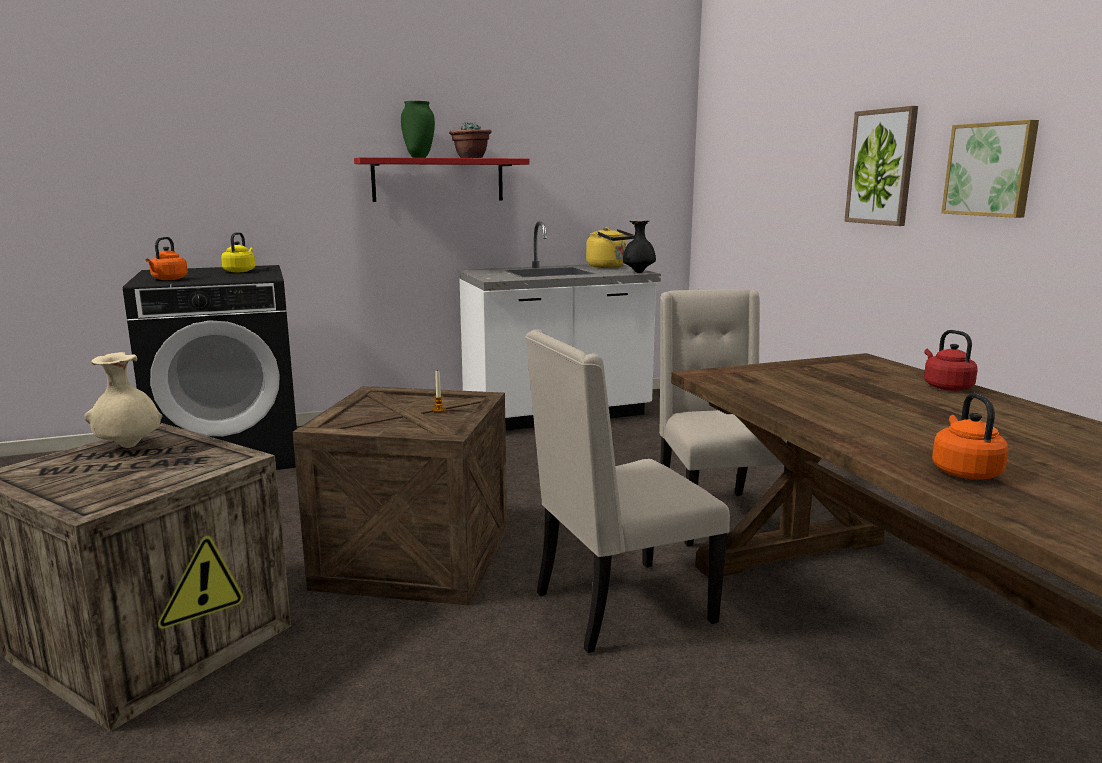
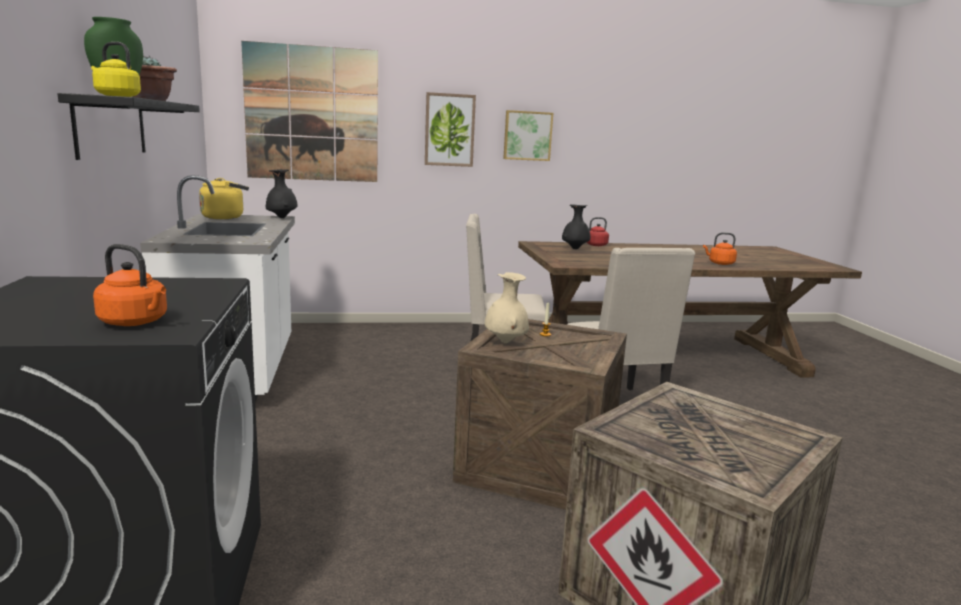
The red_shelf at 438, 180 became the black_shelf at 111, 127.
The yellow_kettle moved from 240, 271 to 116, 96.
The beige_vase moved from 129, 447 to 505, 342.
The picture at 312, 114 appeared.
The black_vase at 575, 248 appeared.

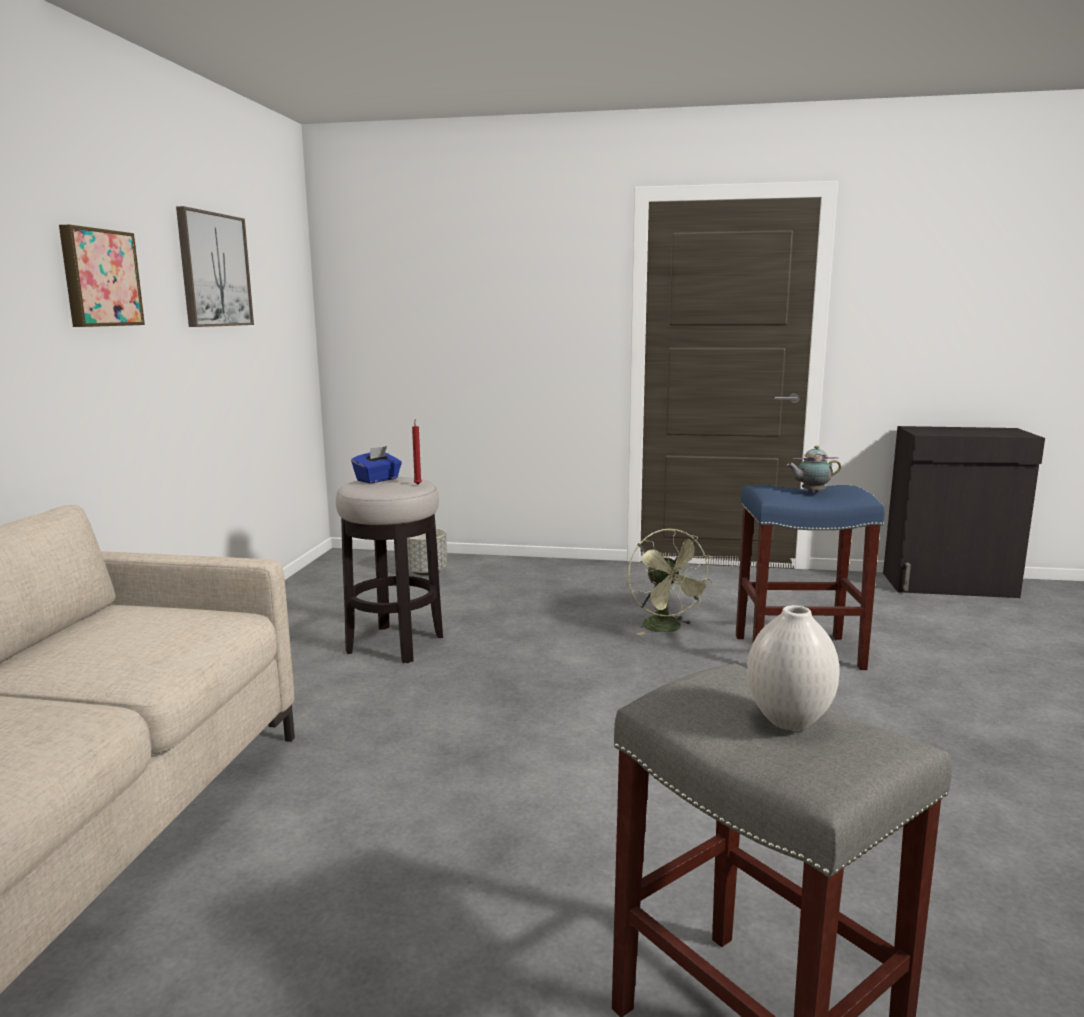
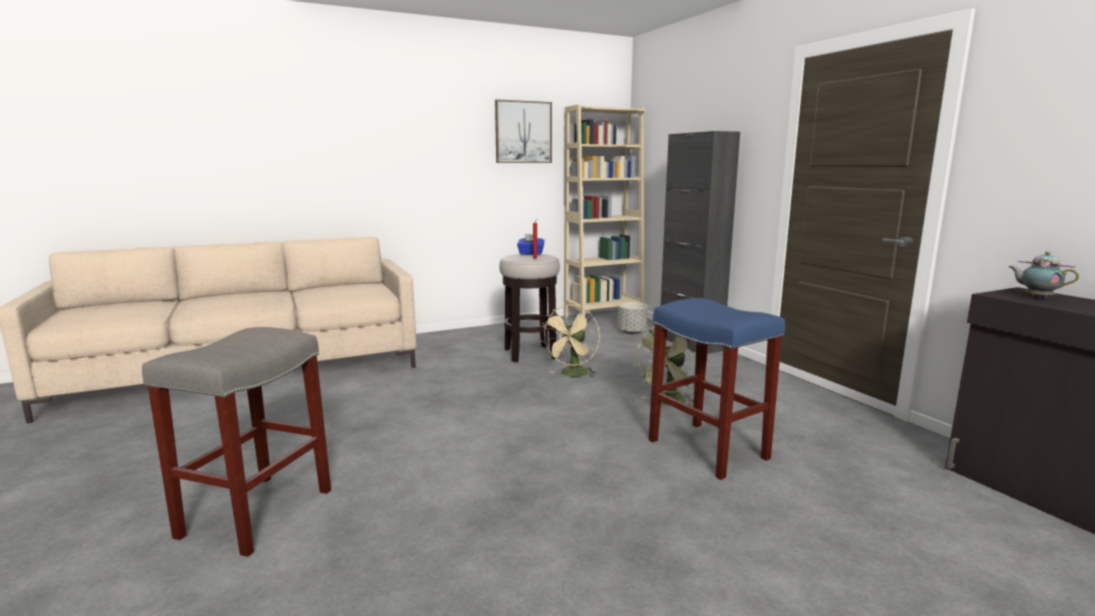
The picture at 99, 278 disappeared.
The teapot moved from 811, 492 to 1036, 297.
The white_vase at 789, 722 disappeared.
The beige_bookcase at 603, 317 appeared.
The black_cabinet at 690, 343 appeared.
The beige_fan at 572, 375 appeared.

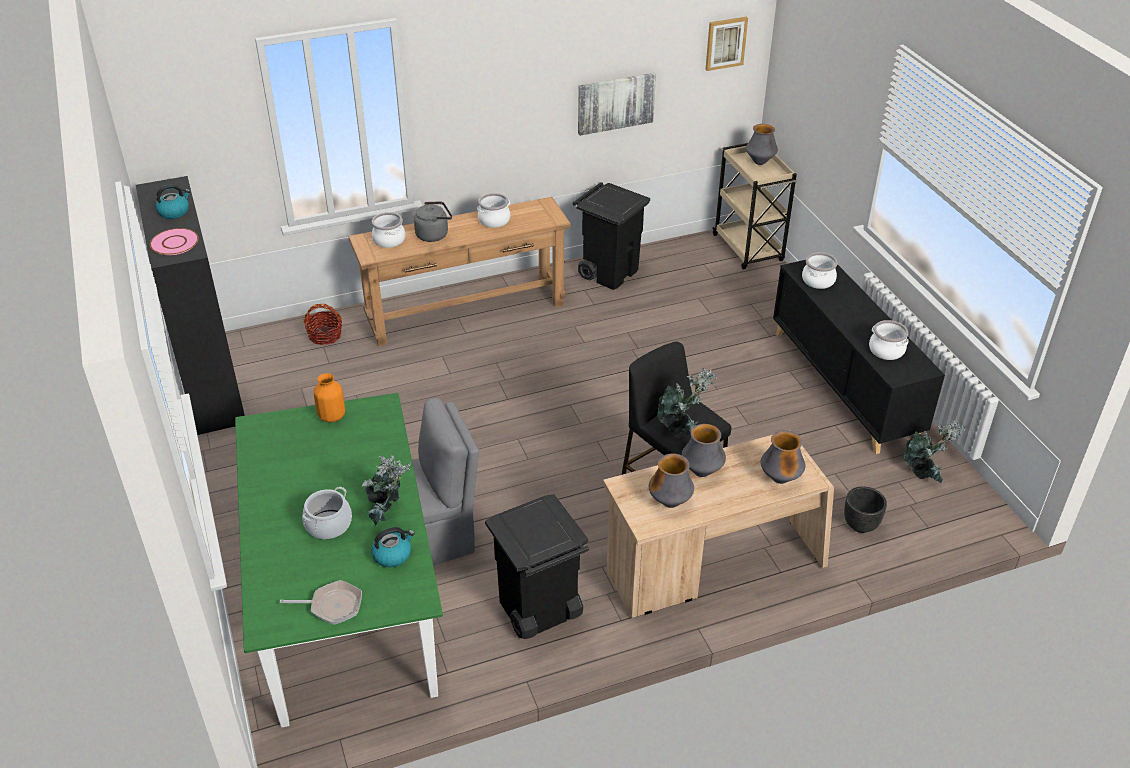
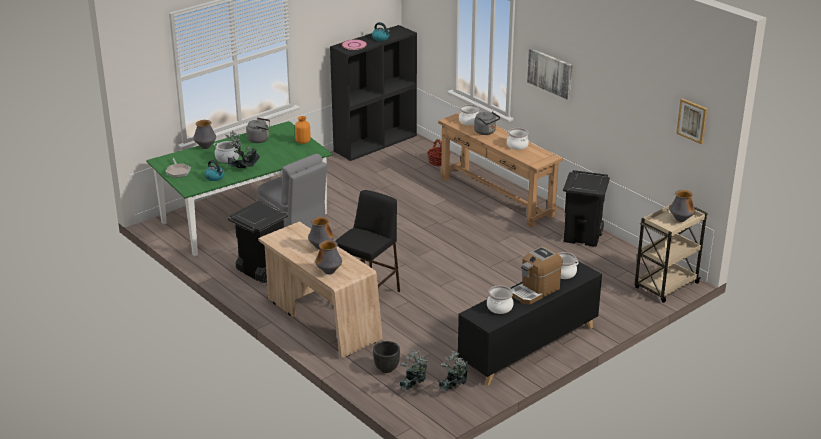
The picture moved from 615, 103 to 550, 73.
The potted_plant moved from 682, 431 to 414, 388.
The vase moved from 670, 502 to 205, 147.
The grey_kettle at 259, 139 appeared.
The coffee_machine at 535, 291 appeared.

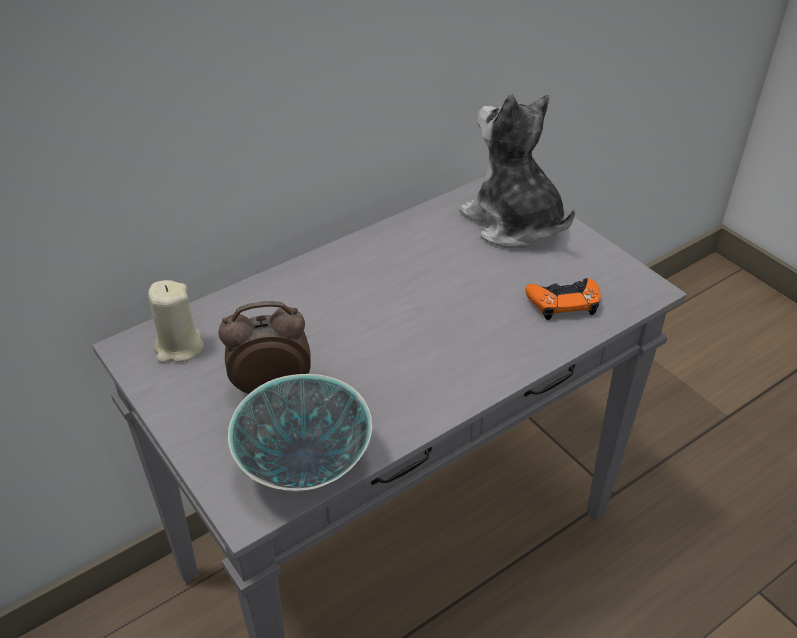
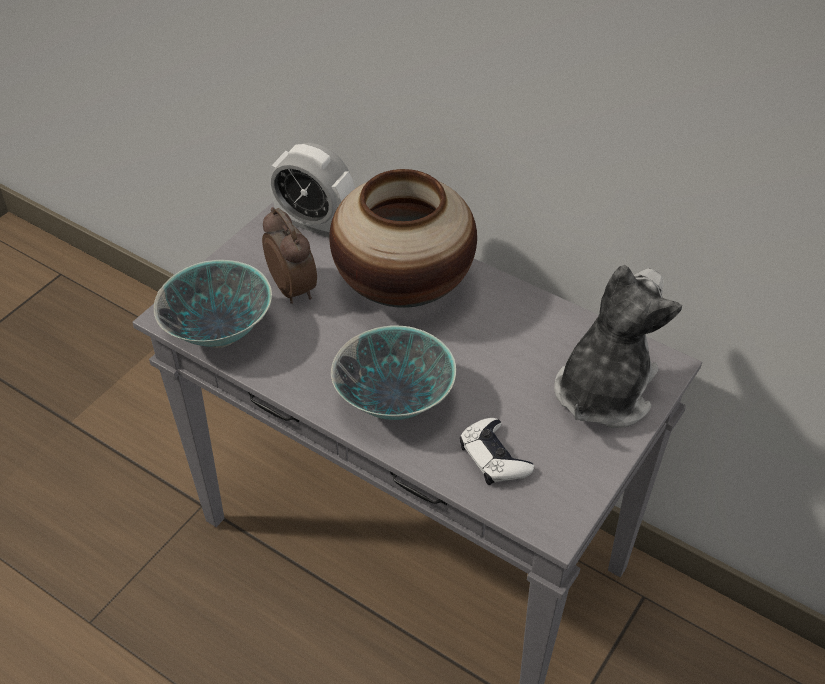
The orange_game_controller at 563, 302 became the white_game_controller at 494, 457.
The beige_candle at 179, 347 was replaced by the alarm_clock at 315, 223.
The vase at 403, 287 appeared.
The bowl at 395, 403 appeared.

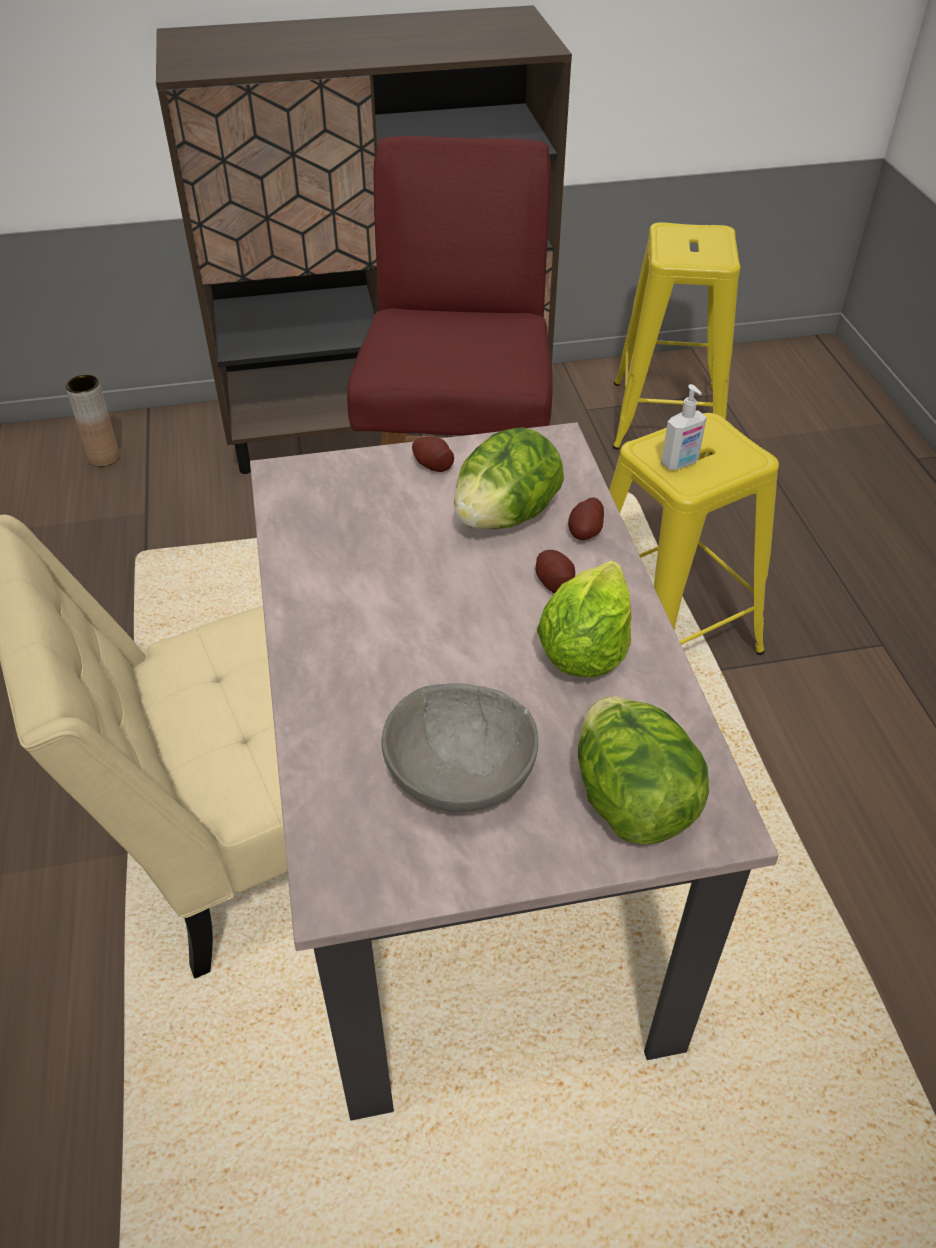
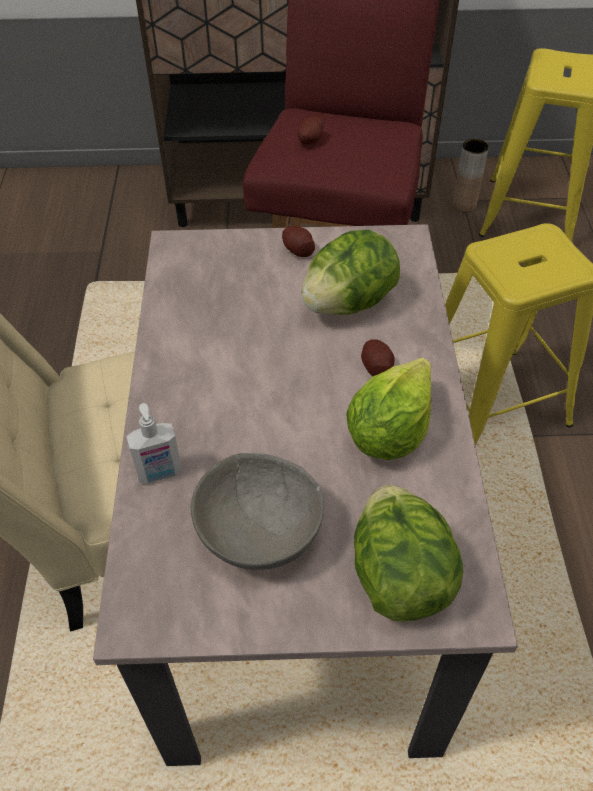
The brown_vase moved from 104, 457 to 464, 205.
The soap_dispenser moved from 680, 463 to 160, 473.
The potato moved from 585, 532 to 310, 141.

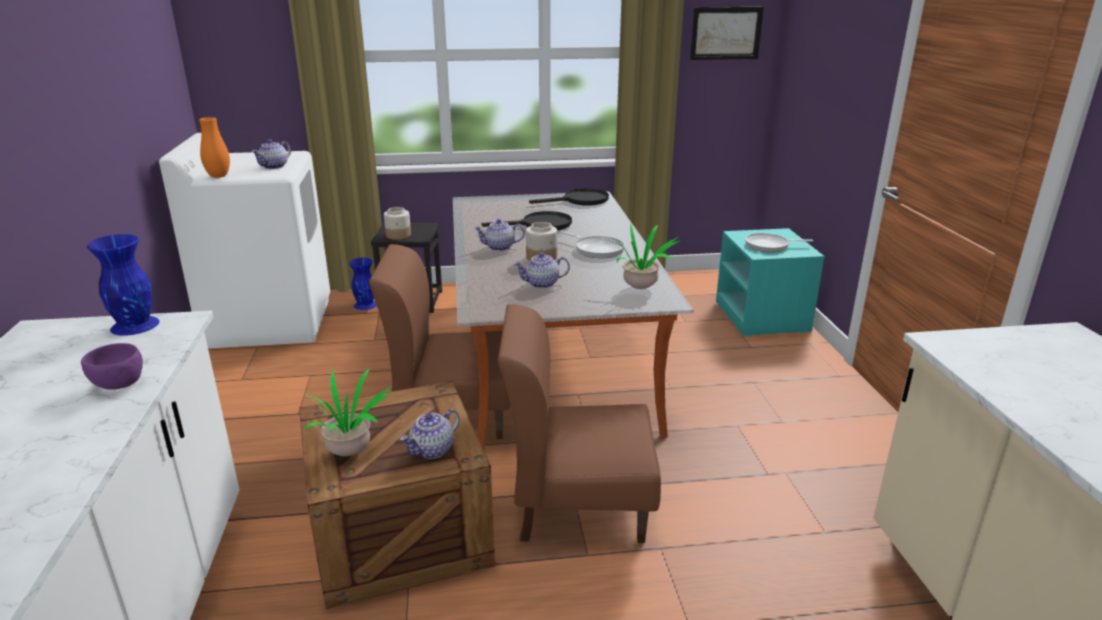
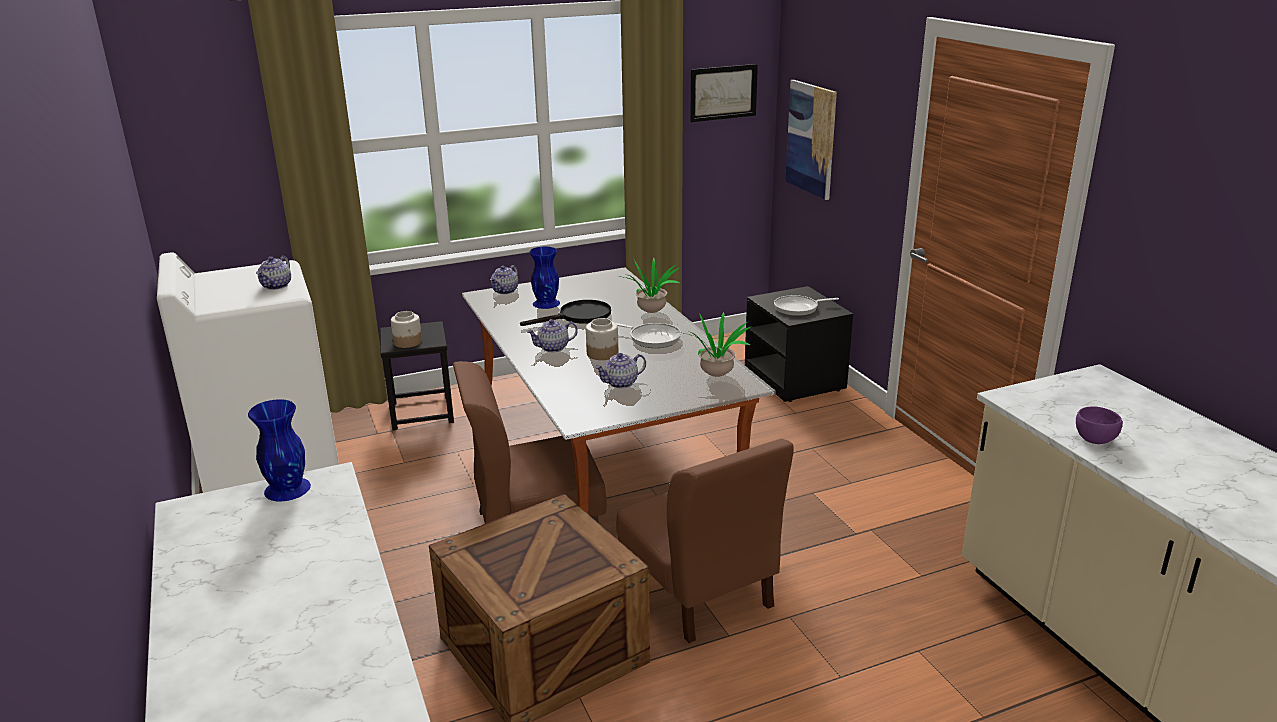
The orange_vase at 218, 176 disappeared.
The black_frying_pan at 580, 201 disappeared.
The turquoise_nightstand at 763, 317 became the black_nightstand at 796, 379.
The blue_vase moved from 365, 304 to 546, 303.
The brown_chair at 578, 504 turned 105 degrees counterclockwise.
The purple_bowl moved from 118, 384 to 1096, 440.
The potted_plant moved from 350, 450 to 651, 311.
The teapot moved from 432, 450 to 505, 291.
The picture at 811, 138 appeared.

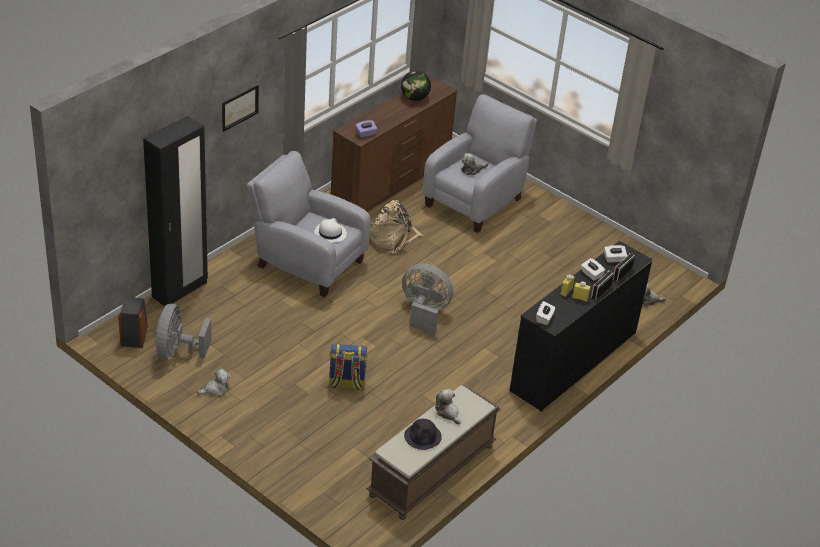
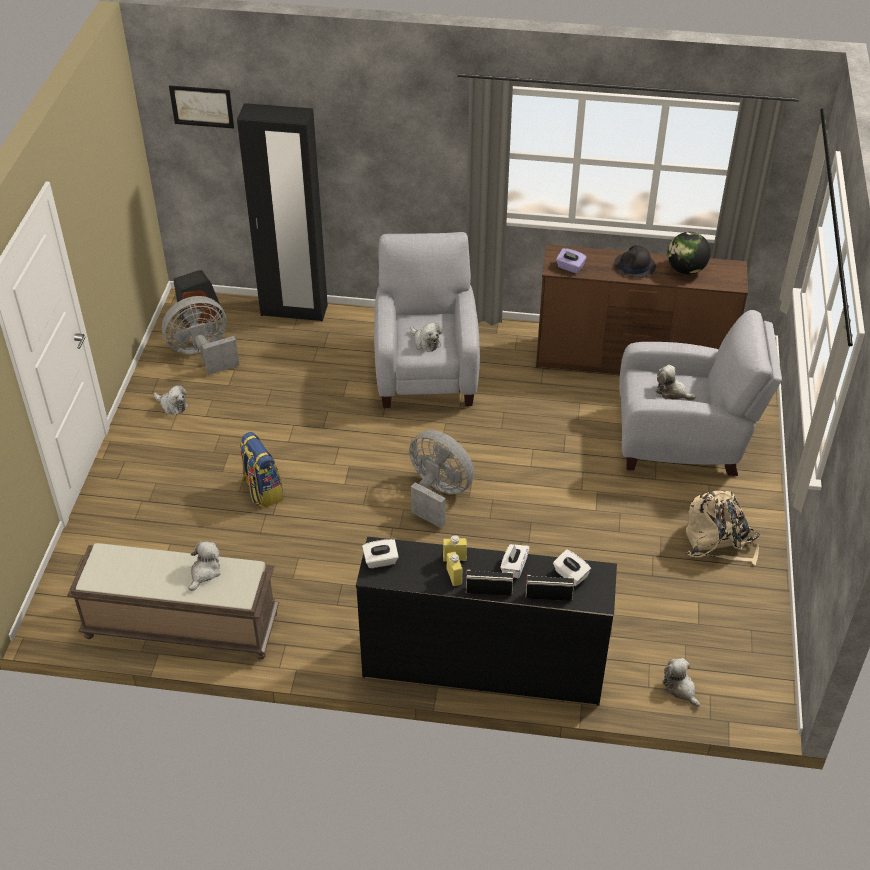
The picture moved from 240, 107 to 202, 106.
The beige_backpack moved from 393, 238 to 718, 541.
The white_hat at 330, 233 was replaced by the plush_toy at 425, 342.
The grey_fan at 424, 312 turned 45 degrees counterclockwise.
The black_hat moved from 423, 437 to 634, 266.

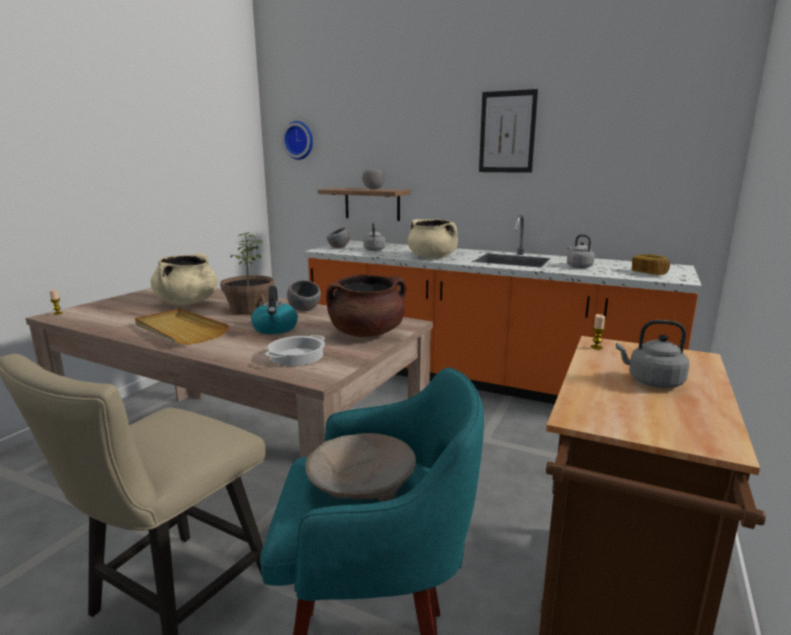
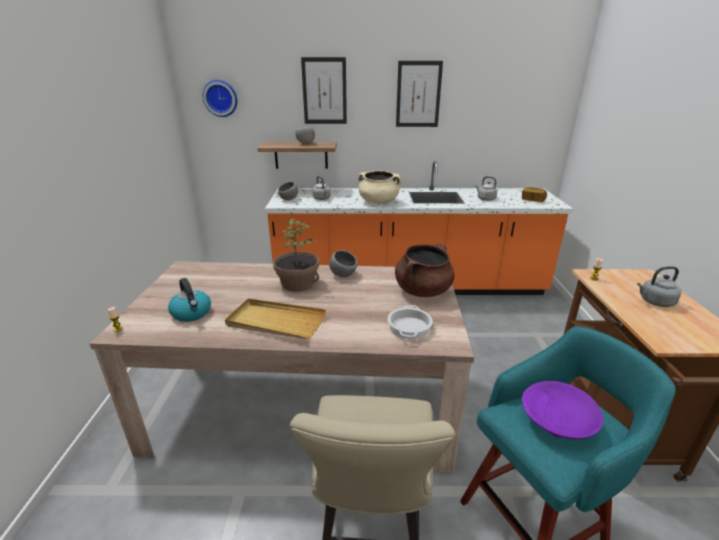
The beige_cooking_pot at 187, 302 disappeared.
The kettle moved from 275, 329 to 192, 313.
The beige_bowl at 362, 485 became the purple_bowl at 558, 421.
The picture at 324, 91 appeared.

